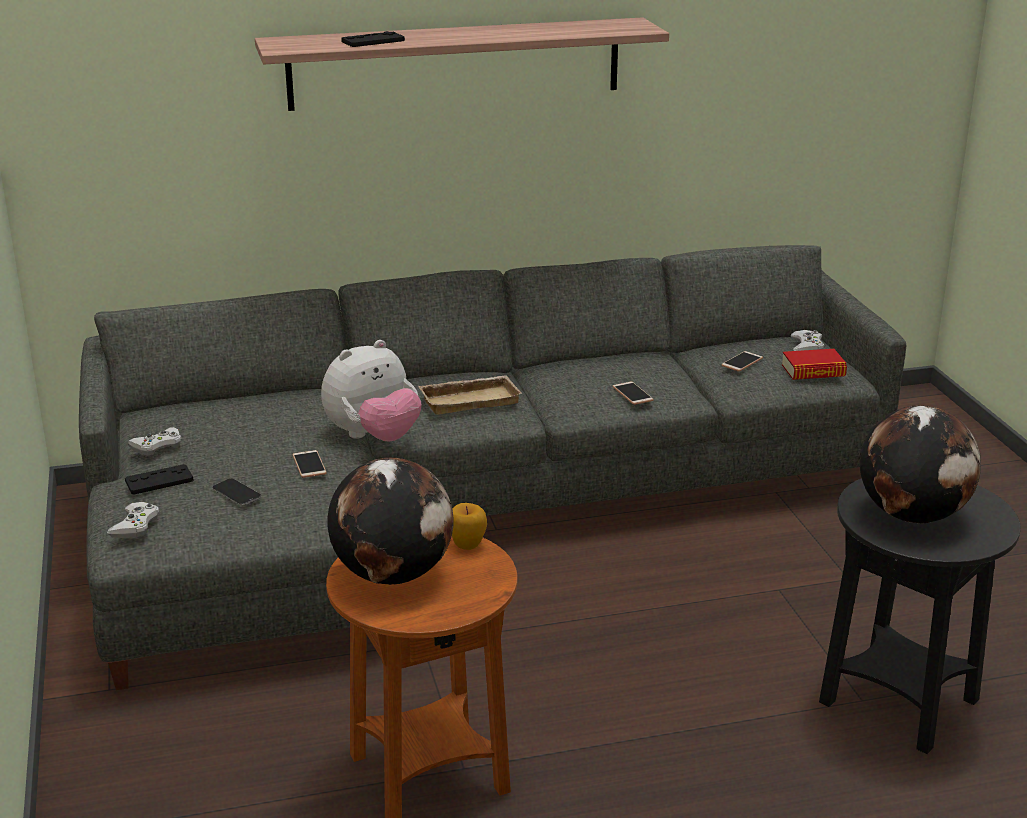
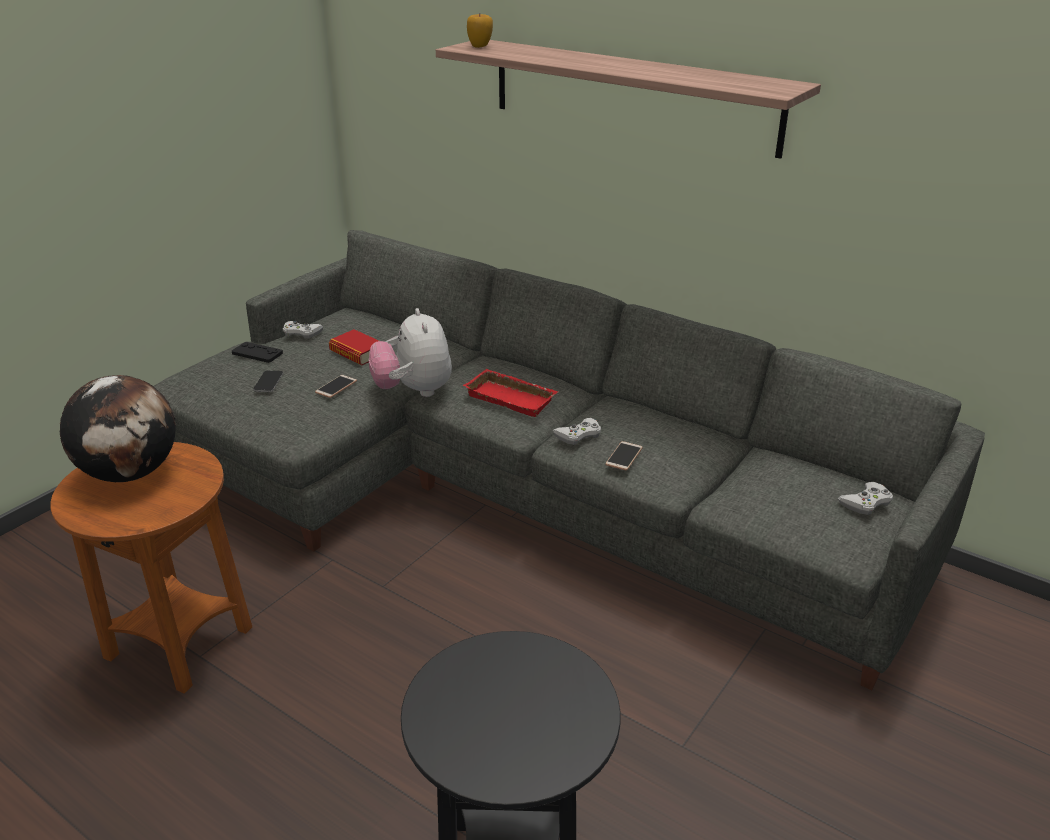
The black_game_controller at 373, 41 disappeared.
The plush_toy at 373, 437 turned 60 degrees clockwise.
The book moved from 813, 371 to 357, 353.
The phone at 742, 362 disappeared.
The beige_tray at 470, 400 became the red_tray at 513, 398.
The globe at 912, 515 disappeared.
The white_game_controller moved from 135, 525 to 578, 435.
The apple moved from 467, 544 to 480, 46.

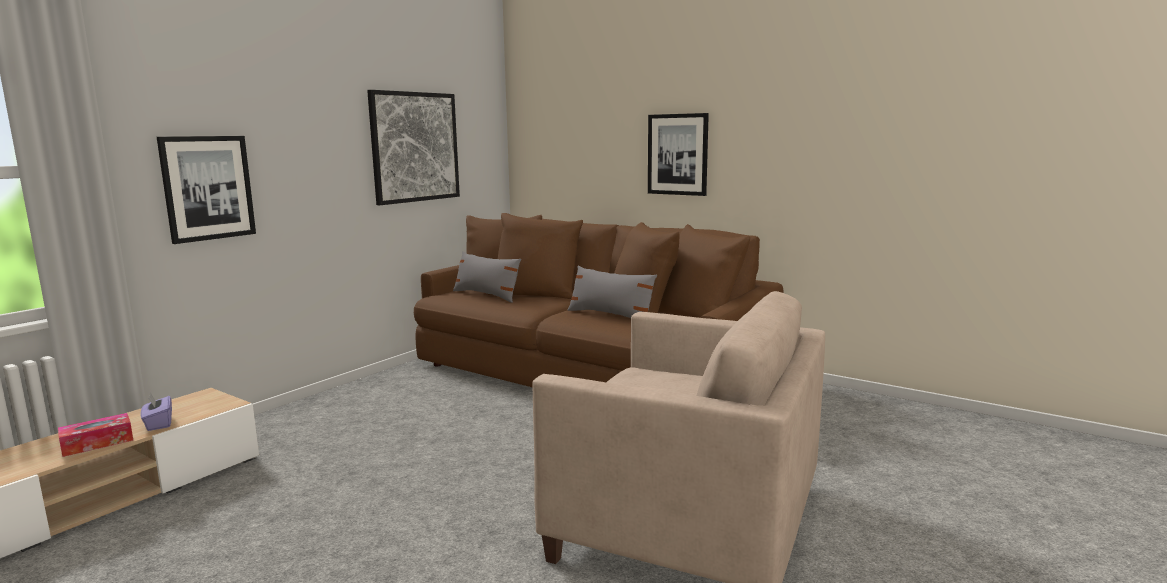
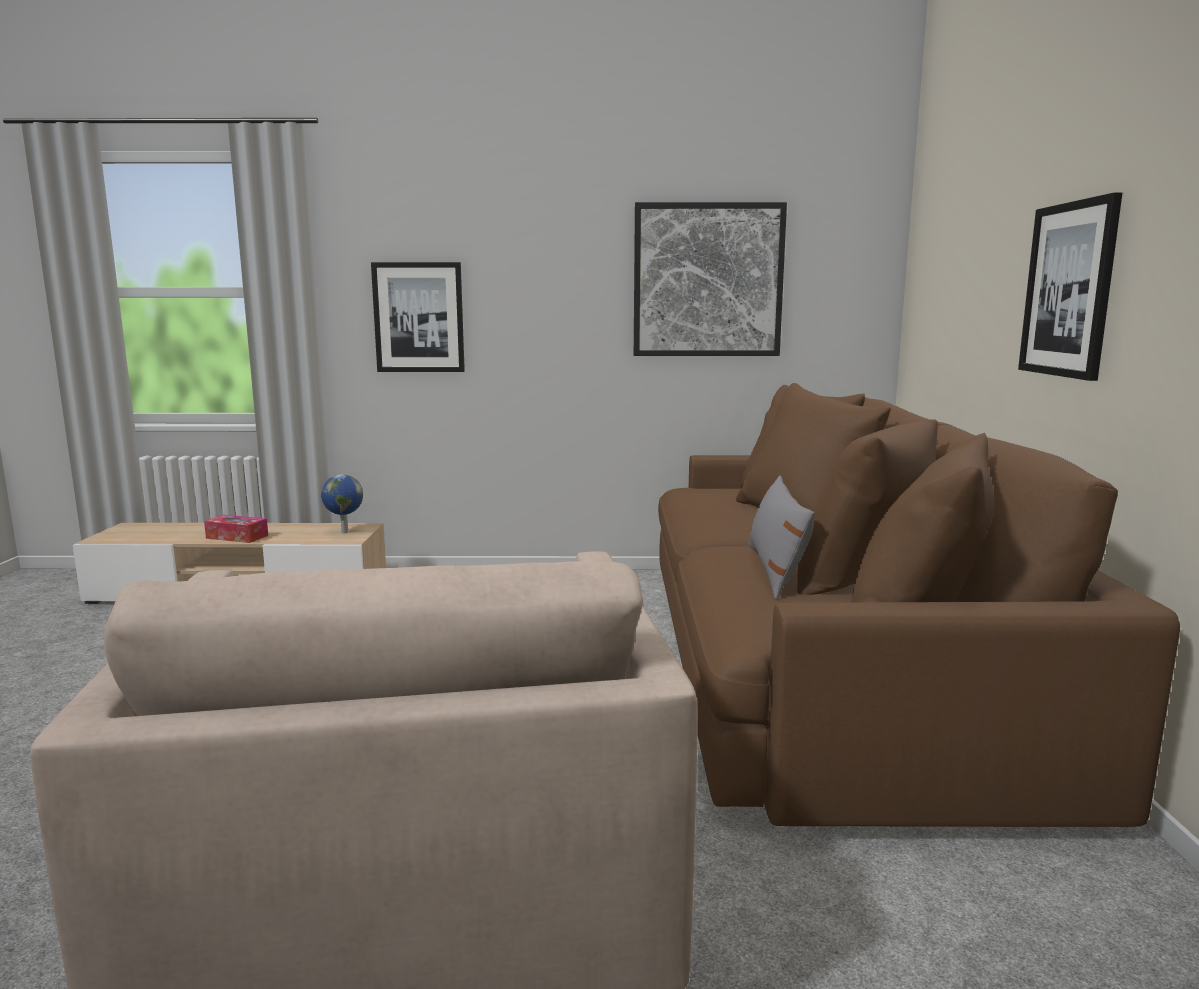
The grey_pillow at 487, 295 disappeared.
The purple_tissue_box at 158, 424 disappeared.
The globe at 344, 532 appeared.

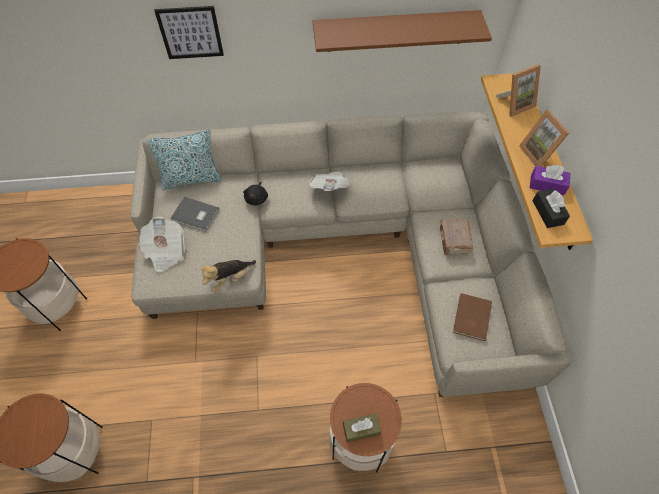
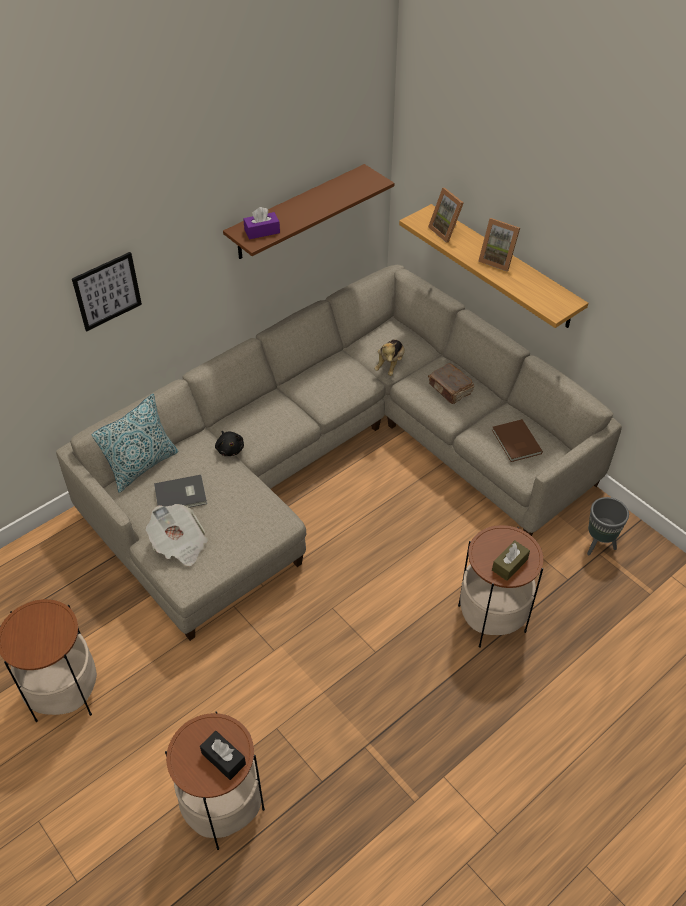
The picture_frame at 515, 104 turned 120 degrees clockwise.
The purple_tissue_box moved from 547, 185 to 262, 231.
The newspaper at 330, 188 disappeared.
The black_tissue_box moved from 548, 212 to 223, 759.
The plush_toy moved from 230, 279 to 390, 364.
The grey_planter at 598, 545 appeared.

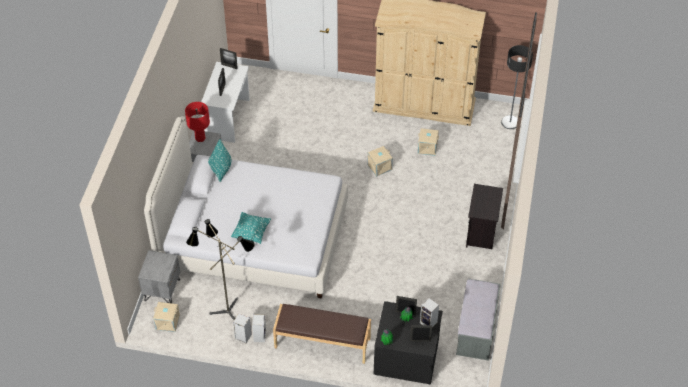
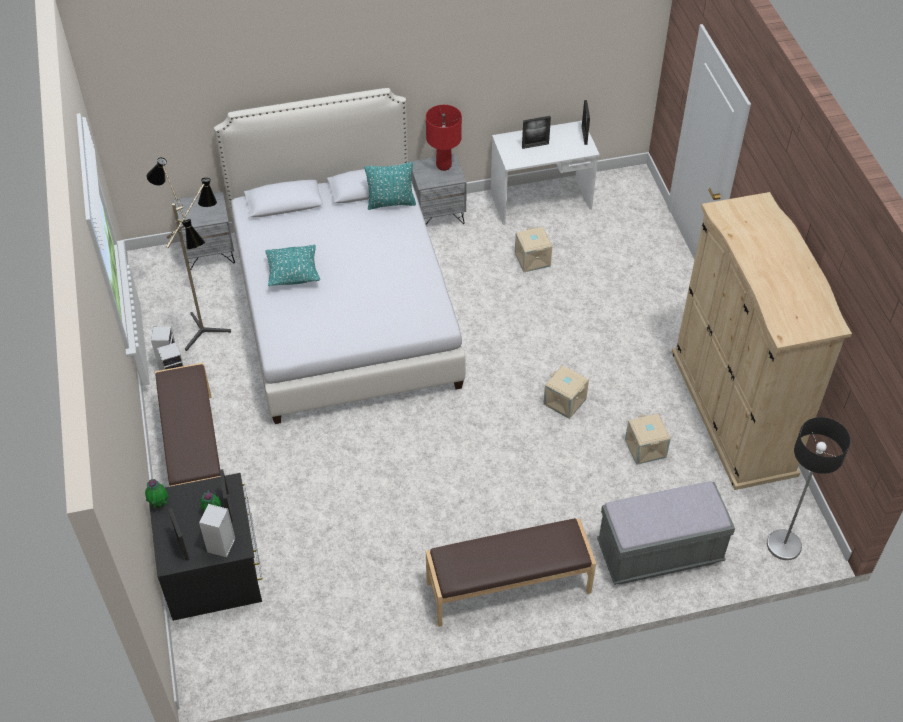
The black_nightstand at 481, 234 was replaced by the brown_bench at 508, 587.
The grey_bench moved from 476, 331 to 659, 553.
The beige_storage_box moved from 167, 323 to 531, 259.

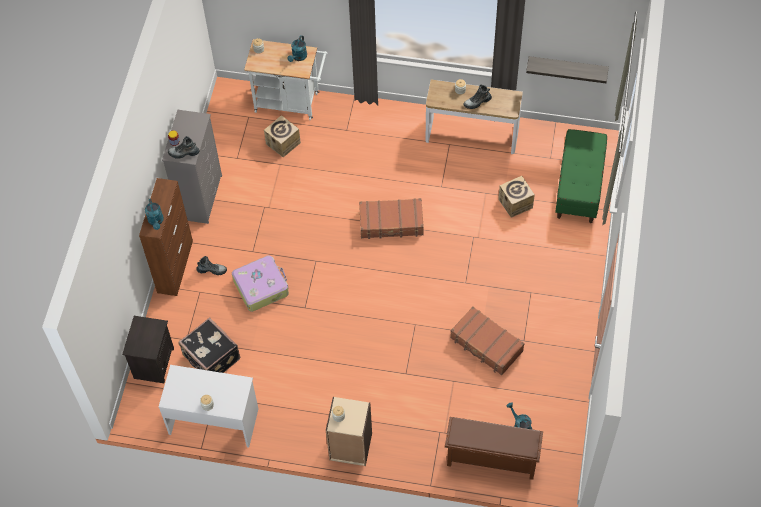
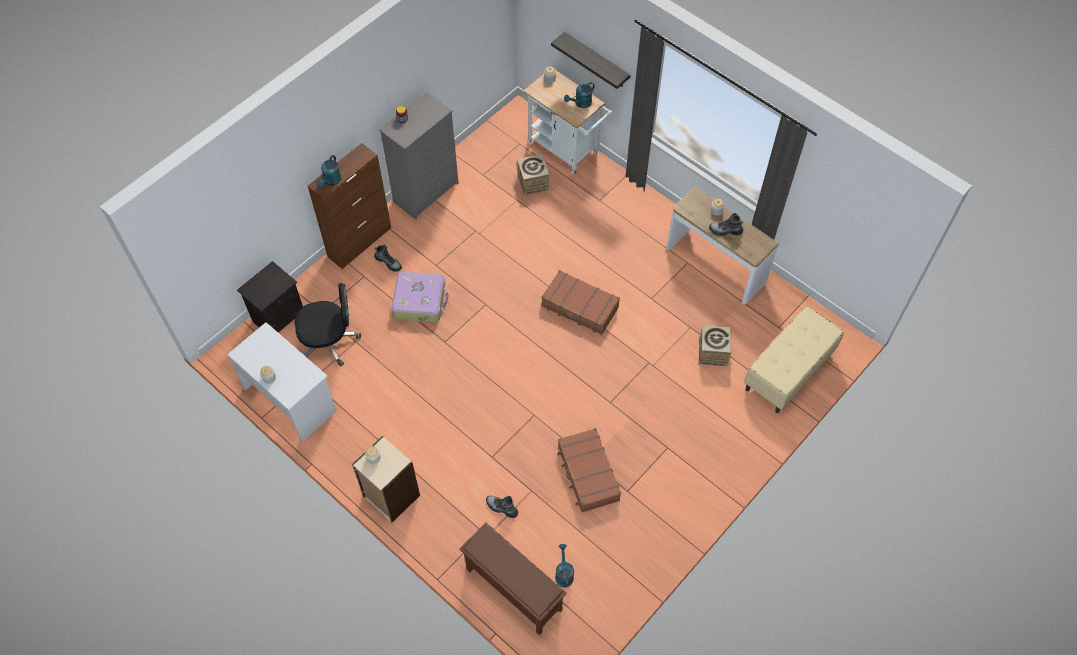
The shelf moved from 567, 67 to 596, 61.
The green_bench at 579, 187 became the beige_bench at 788, 371.
The boot moved from 184, 153 to 501, 507.
The black_suitcase at 211, 358 was replaced by the black_office_chair at 329, 341.

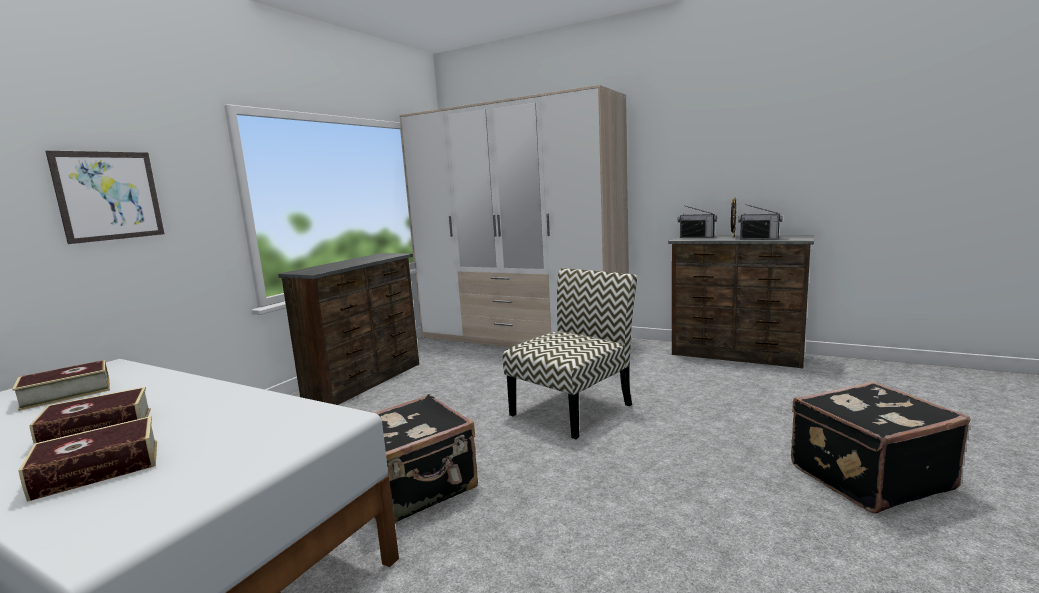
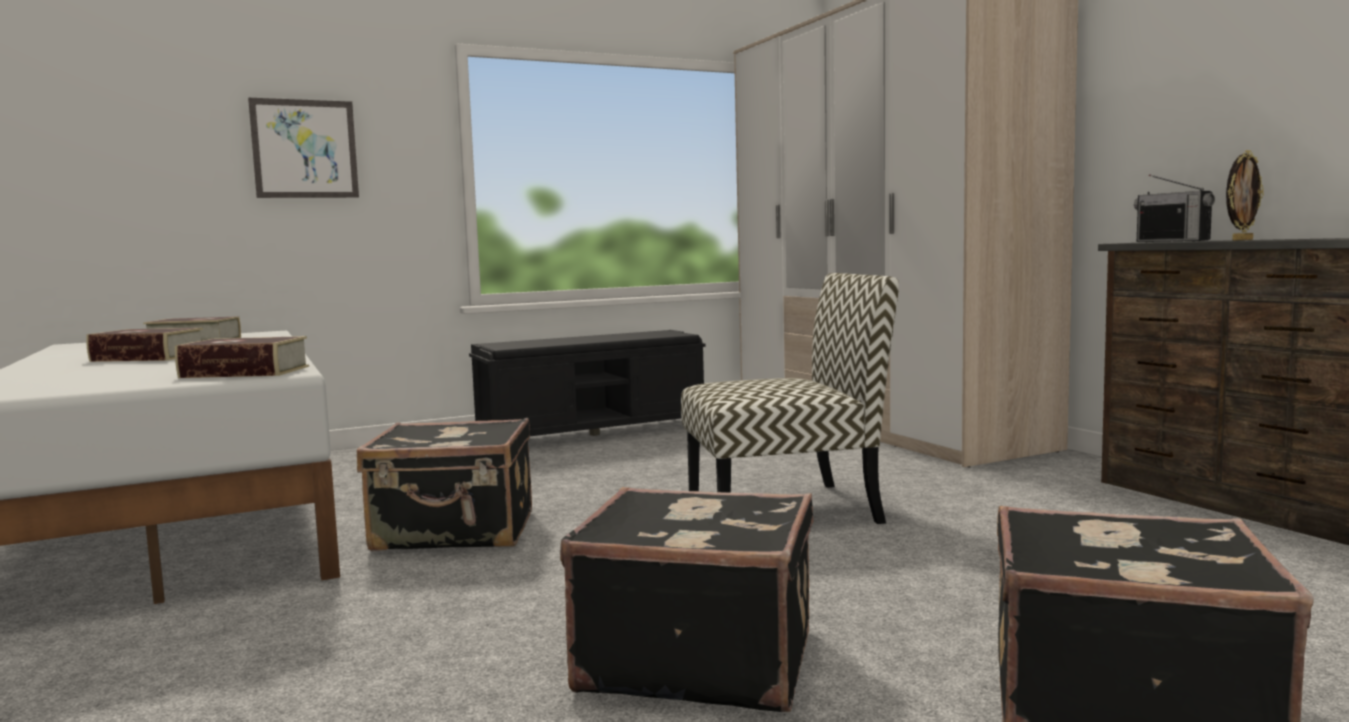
The radio at 759, 239 disappeared.
The brown_dresser at 367, 381 was replaced by the black_bench at 594, 434.
The book moved from 98, 469 to 245, 372.
The black_suitcase at 698, 659 appeared.

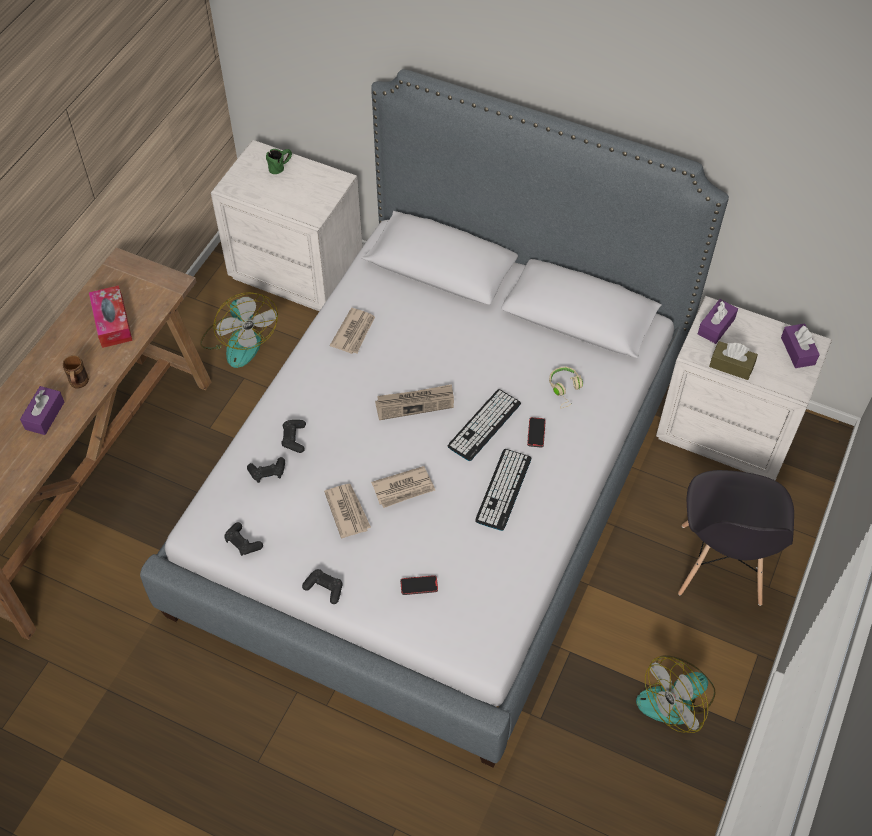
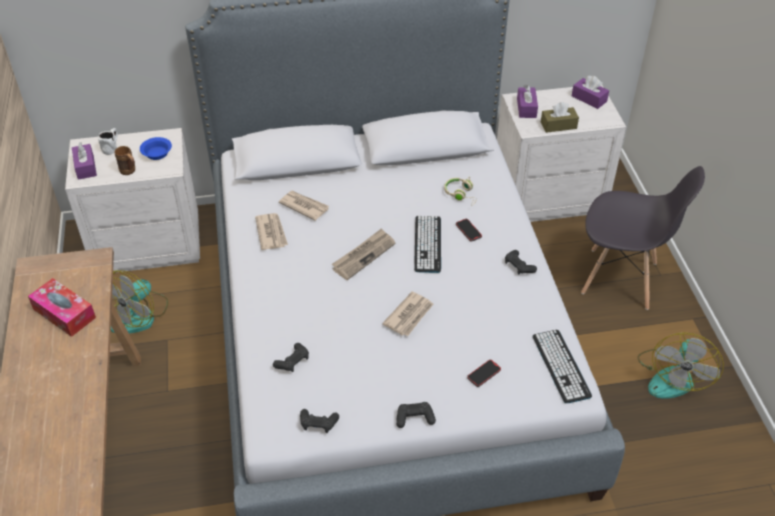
The green_mug at 281, 166 became the white_mug at 112, 147.
The fan at 239, 340 turned 90 degrees clockwise.
The brown_mug moved from 79, 385 to 129, 172.
The purple_tissue_box moved from 45, 415 to 85, 167.
The black_game_controller moved from 294, 438 to 519, 266.
The keyboard moved from 503, 489 to 561, 366.
The grey_chair at 720, 566 turned 45 degrees counterclockwise.
The newspaper moved from 347, 511 to 304, 206.
The blue_bowl at 157, 153 appeared.

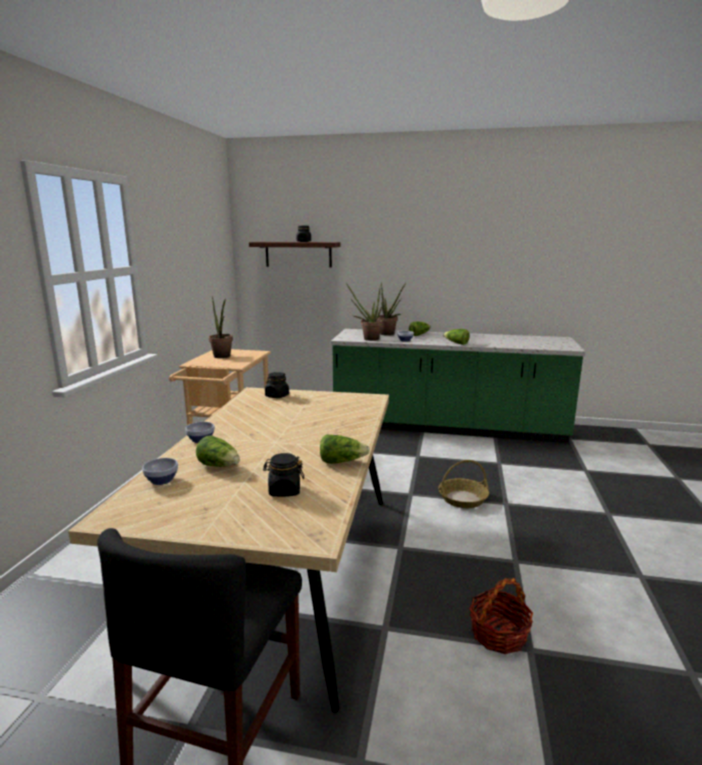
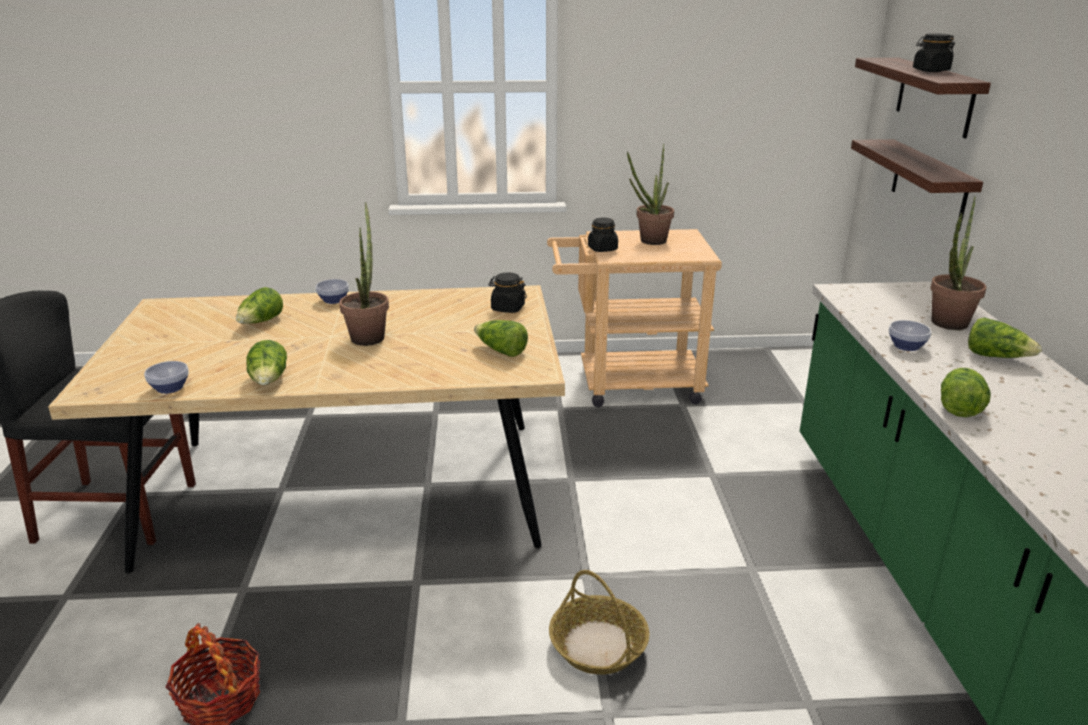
The potted_plant moved from 367, 339 to 369, 335.
The black_jar moved from 284, 491 to 602, 249.
The bowl moved from 161, 481 to 168, 388.
The shelf at 929, 184 appeared.
The lettuce at 501, 351 appeared.

